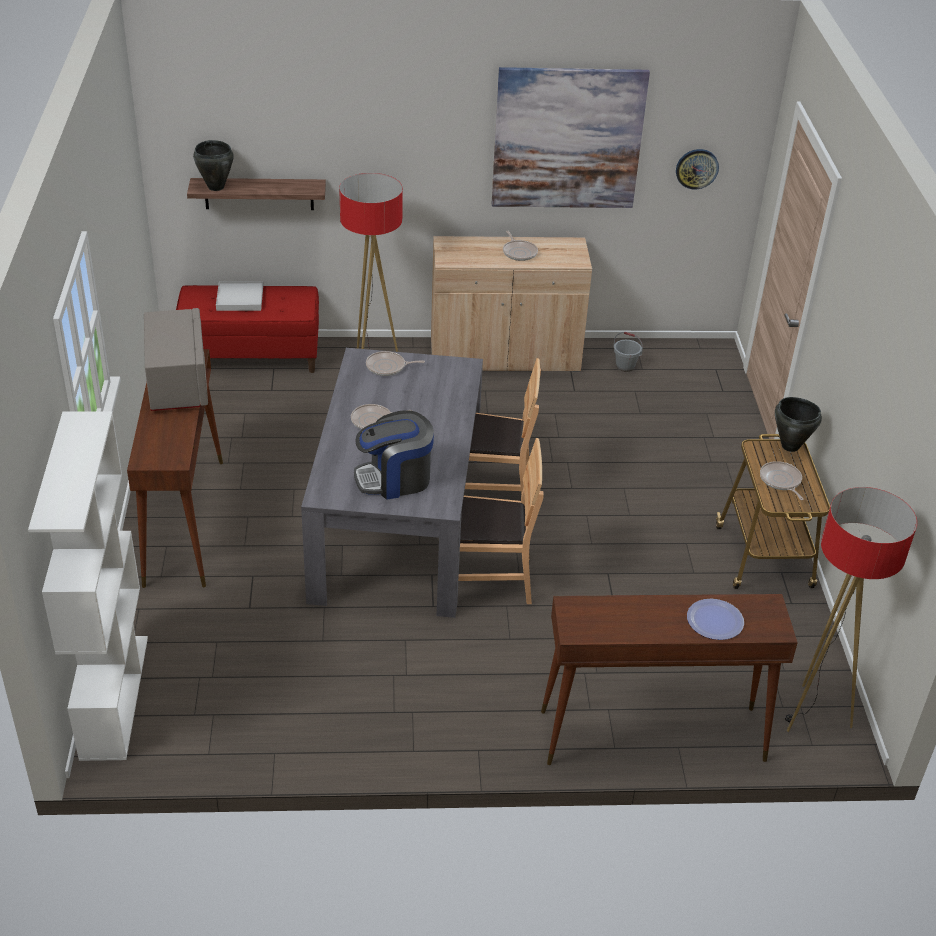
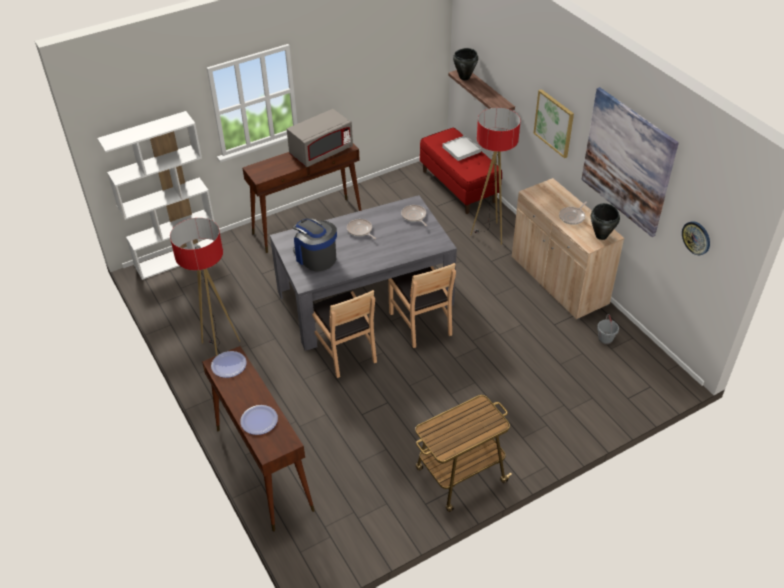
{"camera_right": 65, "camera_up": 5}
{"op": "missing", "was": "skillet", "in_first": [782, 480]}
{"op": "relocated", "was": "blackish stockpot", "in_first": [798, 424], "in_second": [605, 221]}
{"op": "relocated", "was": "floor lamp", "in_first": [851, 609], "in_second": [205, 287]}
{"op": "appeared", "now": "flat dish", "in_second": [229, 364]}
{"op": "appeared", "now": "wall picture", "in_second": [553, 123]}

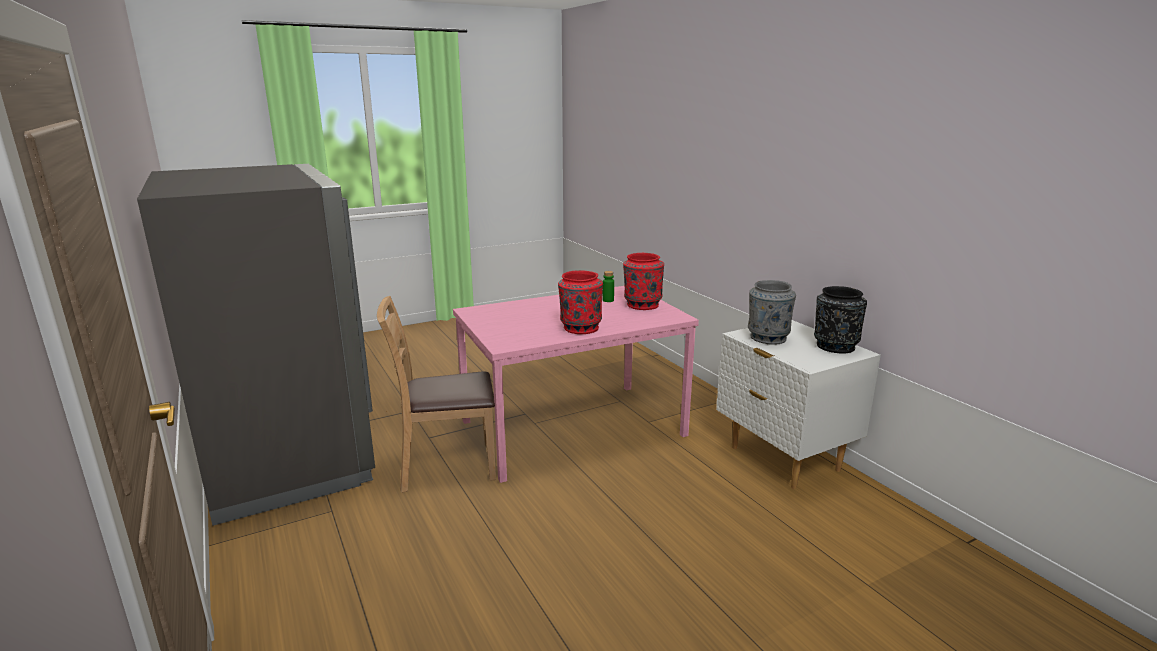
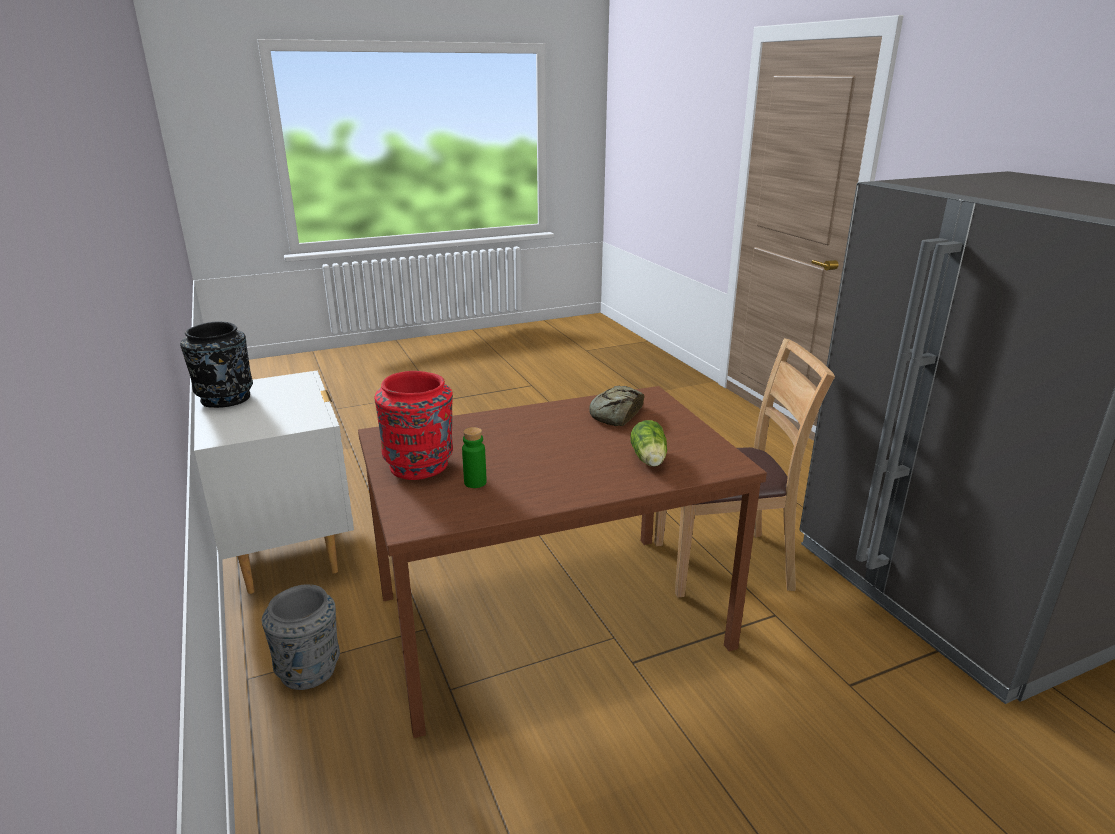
{"camera_right": -175, "camera_up": 5}
{"op": "colour", "was": "pinkish dining table", "now": "brownish dining table", "in_first": [576, 384], "in_second": [562, 562]}
{"op": "missing", "was": "red decorative vase", "in_first": [580, 302]}
{"op": "relocated", "was": "gray decorative vase", "in_first": [772, 312], "in_second": [301, 637]}
{"op": "appeared", "now": "baked bread", "in_second": [617, 406]}
{"op": "appeared", "now": "lettuce", "in_second": [649, 443]}

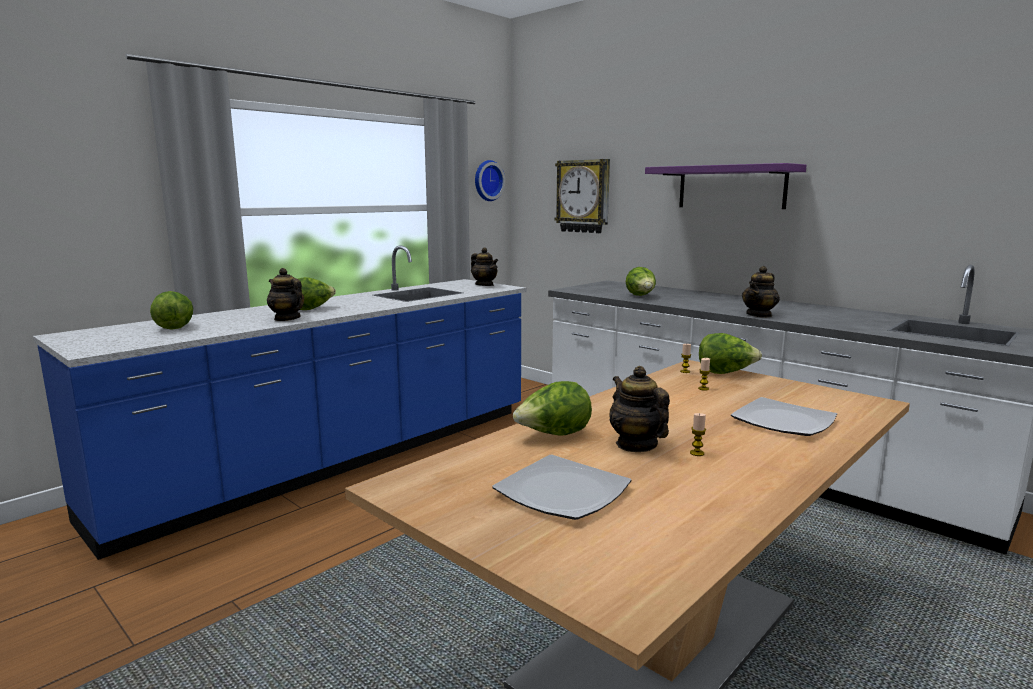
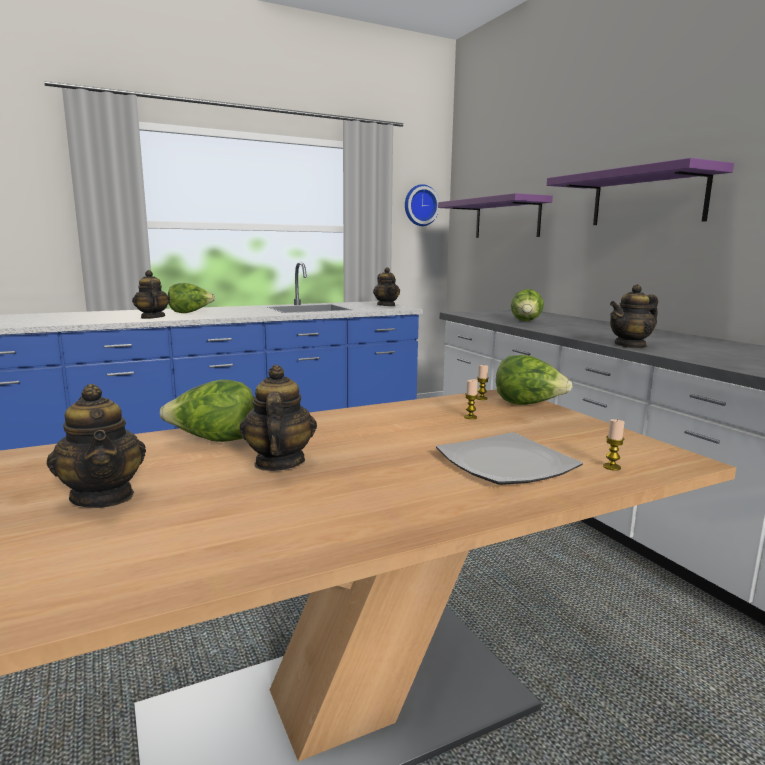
{"camera_right": 20, "camera_up": 0}
{"op": "missing", "was": "lettuce", "in_first": [171, 310]}
{"op": "exchanged", "was": "flat dish", "now": "pot for tea", "in_first": [561, 487], "in_second": [96, 446]}
{"op": "exchanged", "was": "hanging clock", "now": "purple-coloured wall shelf", "in_first": [582, 196], "in_second": [495, 215]}
{"op": "relocated", "was": "candle", "in_first": [698, 434], "in_second": [613, 445]}

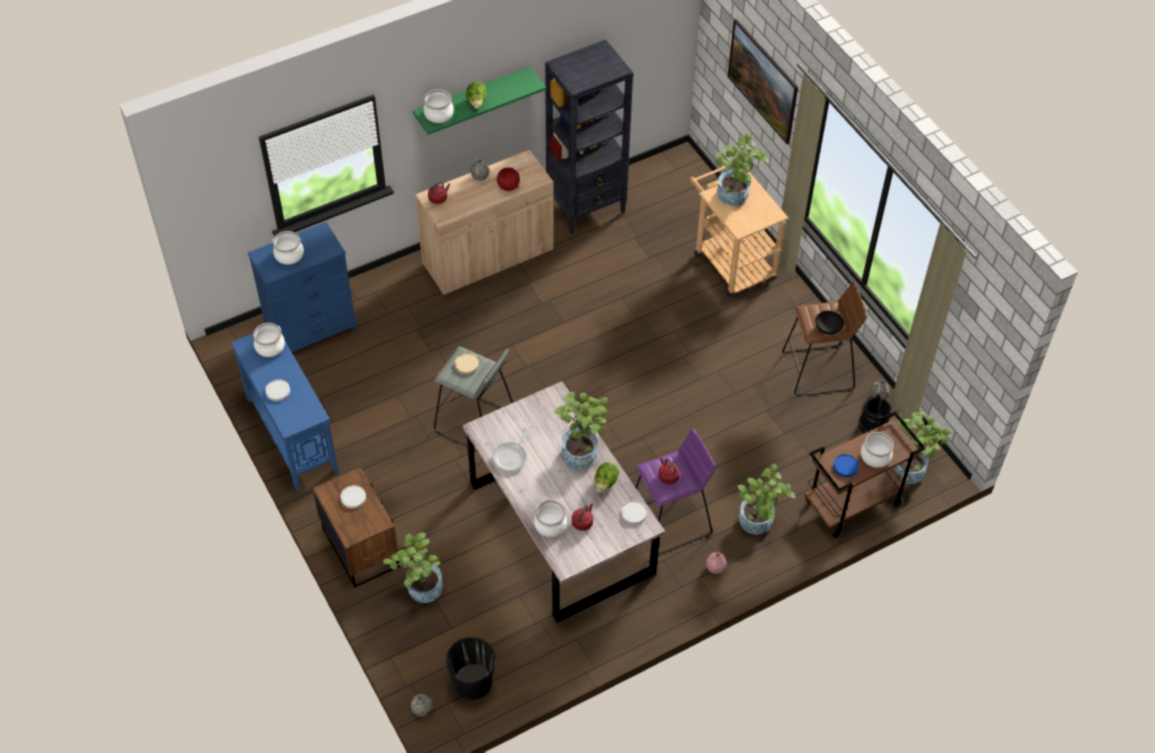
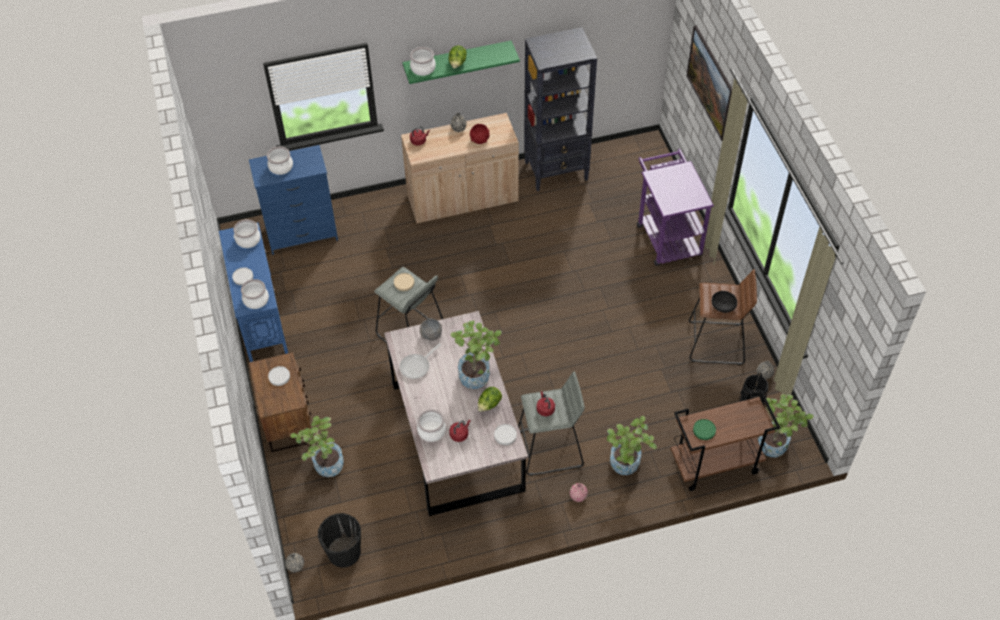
{"camera_right": 15, "camera_up": 0}
{"op": "colour", "was": "purple-coloured stool", "now": "gray stool", "in_first": [675, 491], "in_second": [551, 423]}
{"op": "colour", "was": "sand-coloured wheeled cart", "now": "purple-coloured wheeled cart", "in_first": [739, 228], "in_second": [675, 207]}
{"op": "missing", "was": "plant in a pot", "in_first": [742, 169]}
{"op": "colour", "was": "bluish flat dish", "now": "greenish flat dish", "in_first": [846, 465], "in_second": [704, 429]}
{"op": "relocated", "was": "stockpot", "in_first": [877, 450], "in_second": [255, 294]}
{"op": "appeared", "now": "gray serving bowl", "in_second": [431, 329]}

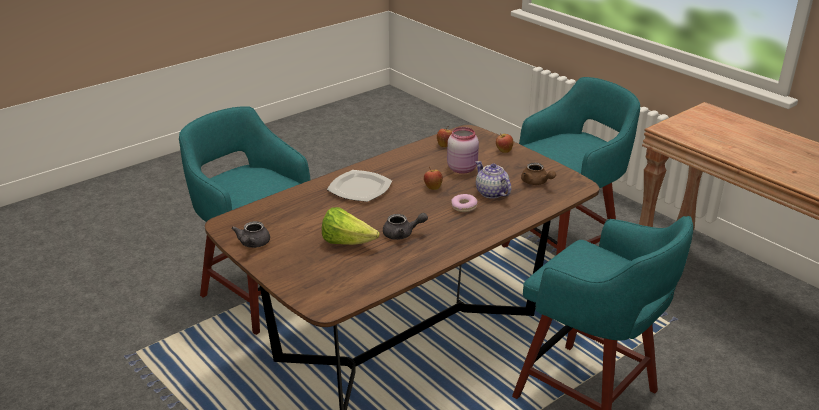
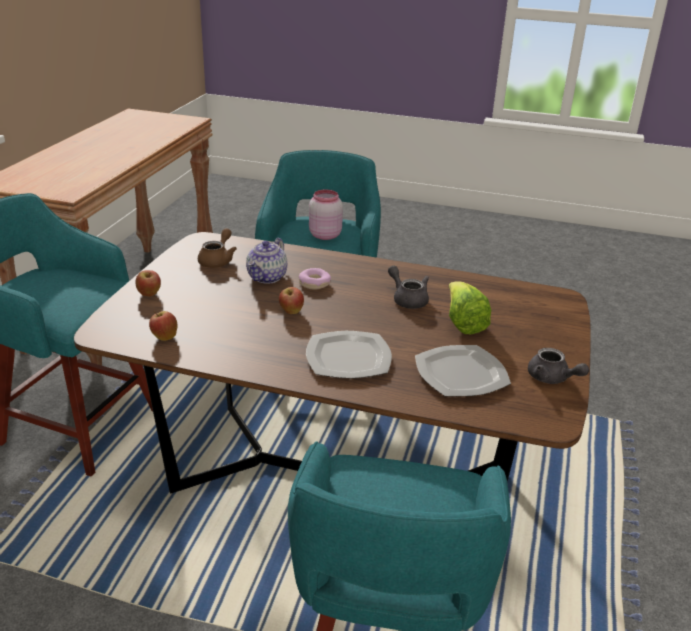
{"camera_right": -125, "camera_up": 0}
{"op": "spun", "was": "gray pot for tea", "in_first": [250, 234], "in_second": [558, 366], "clockwise": 75}
{"op": "relocated", "was": "pinkish preserve jar", "in_first": [463, 150], "in_second": [326, 215]}
{"op": "appeared", "now": "flat dish", "in_second": [463, 370]}

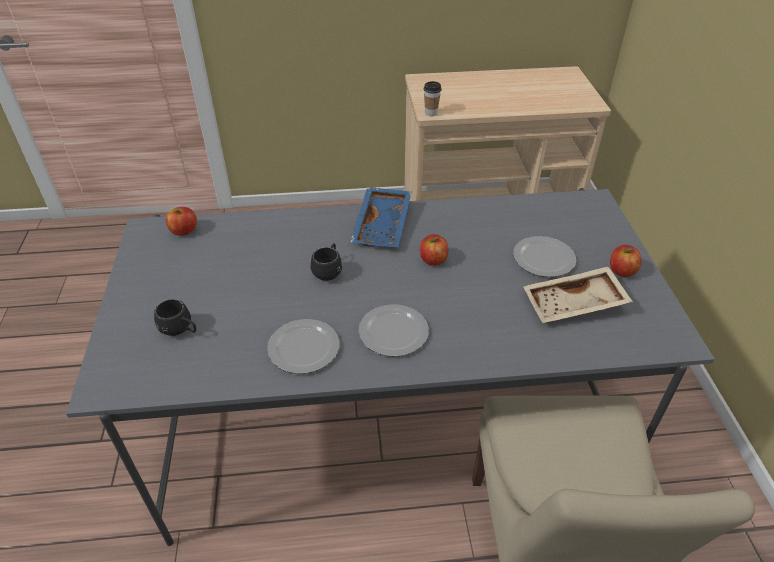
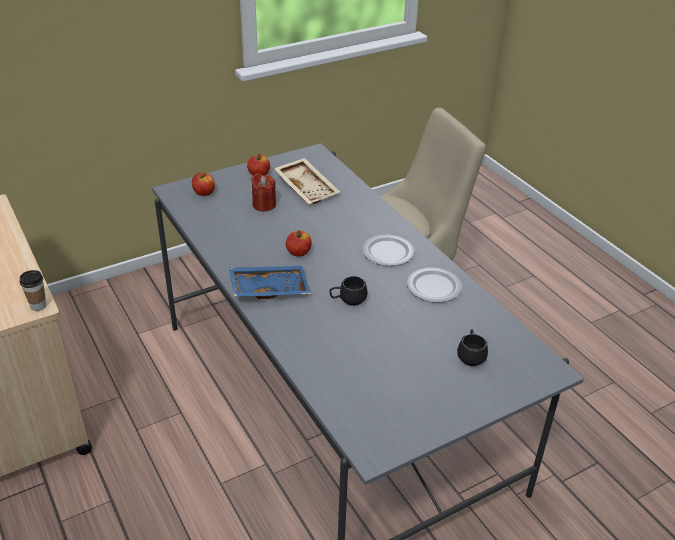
{"camera_right": -115, "camera_up": -5}
{"op": "relocated", "was": "whole apple", "in_first": [181, 221], "in_second": [203, 184]}
{"op": "exchanged", "was": "flat dish", "now": "red candle", "in_first": [544, 256], "in_second": [263, 192]}

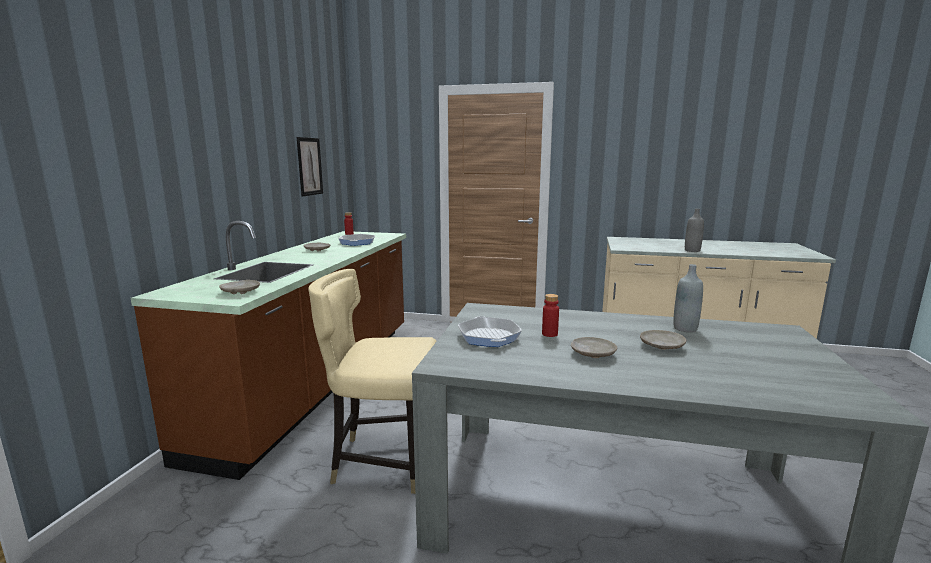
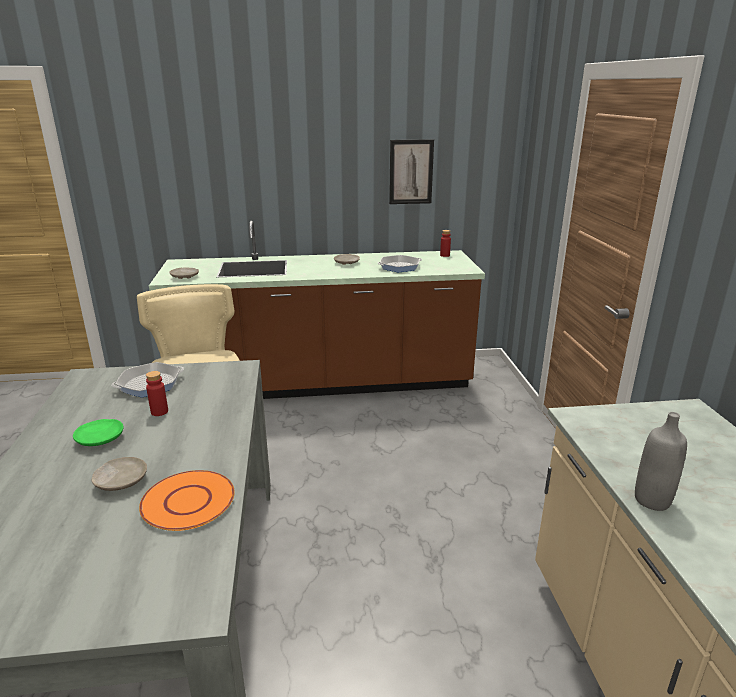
{"camera_right": 70, "camera_up": 10}
{"op": "colour", "was": "sand-coloured flat dish", "now": "greenish flat dish", "in_first": [594, 347], "in_second": [98, 432]}
{"op": "exchanged", "was": "gray drink bottle", "now": "orangey flat dish", "in_first": [688, 298], "in_second": [187, 500]}

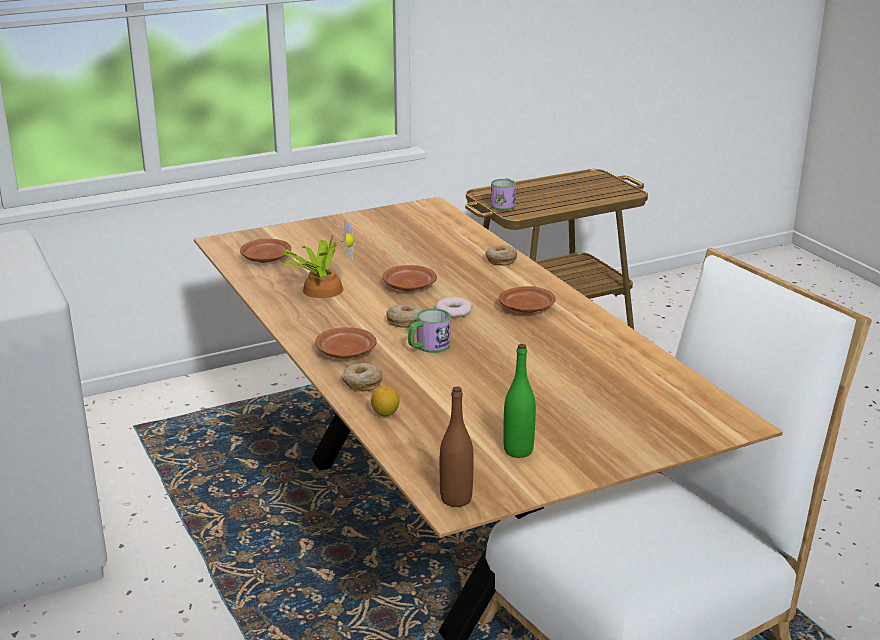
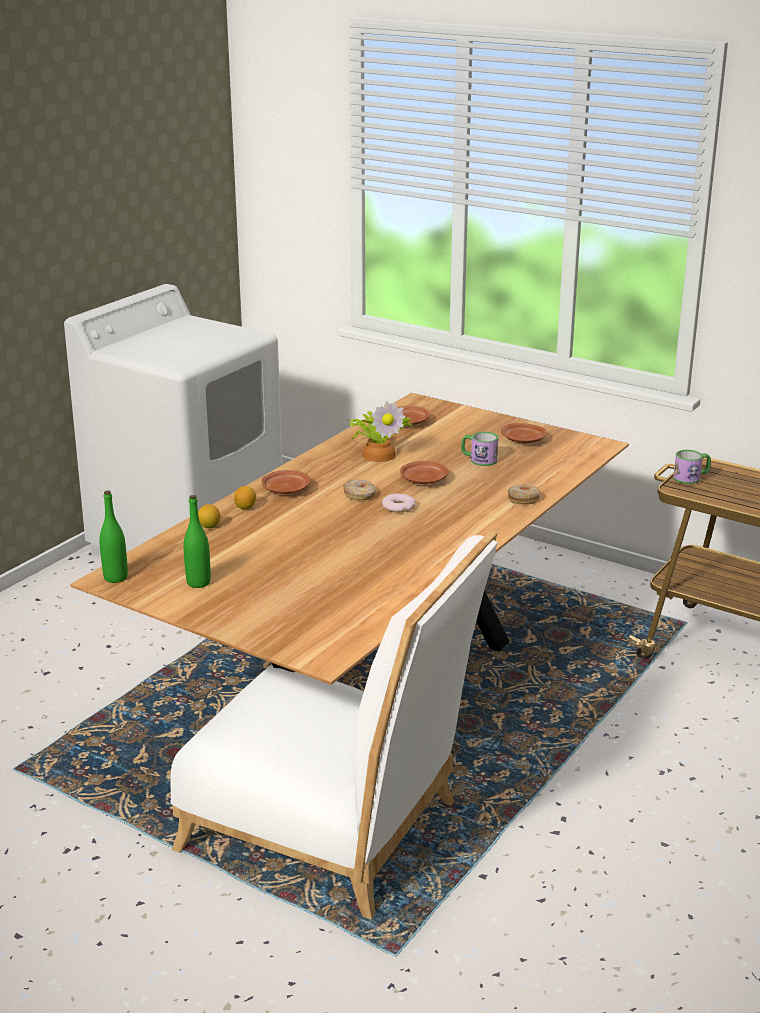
{"camera_right": 60, "camera_up": 0}
{"op": "exchanged", "was": "donut", "now": "citrus fruit", "in_first": [362, 377], "in_second": [245, 498]}
{"op": "relocated", "was": "coffee mug", "in_first": [429, 330], "in_second": [479, 449]}
{"op": "colour", "was": "brownish drink bottle", "now": "greenish drink bottle", "in_first": [457, 446], "in_second": [113, 536]}
{"op": "relocated", "was": "brownish flat dish", "in_first": [527, 299], "in_second": [524, 433]}

